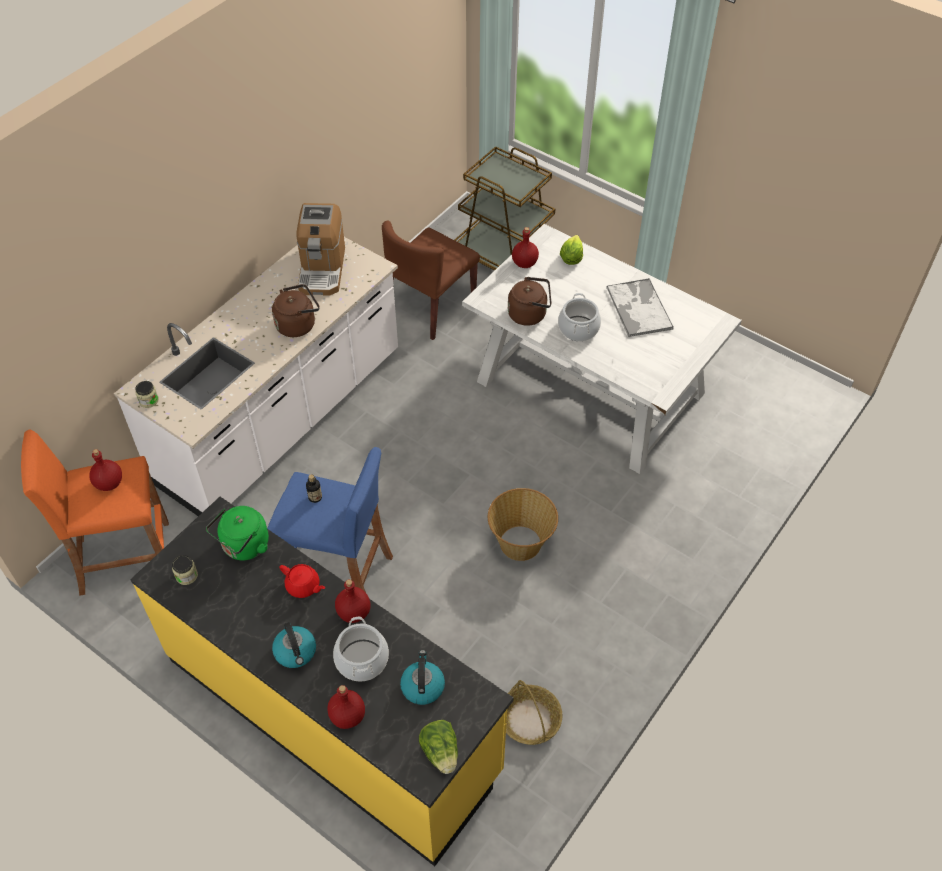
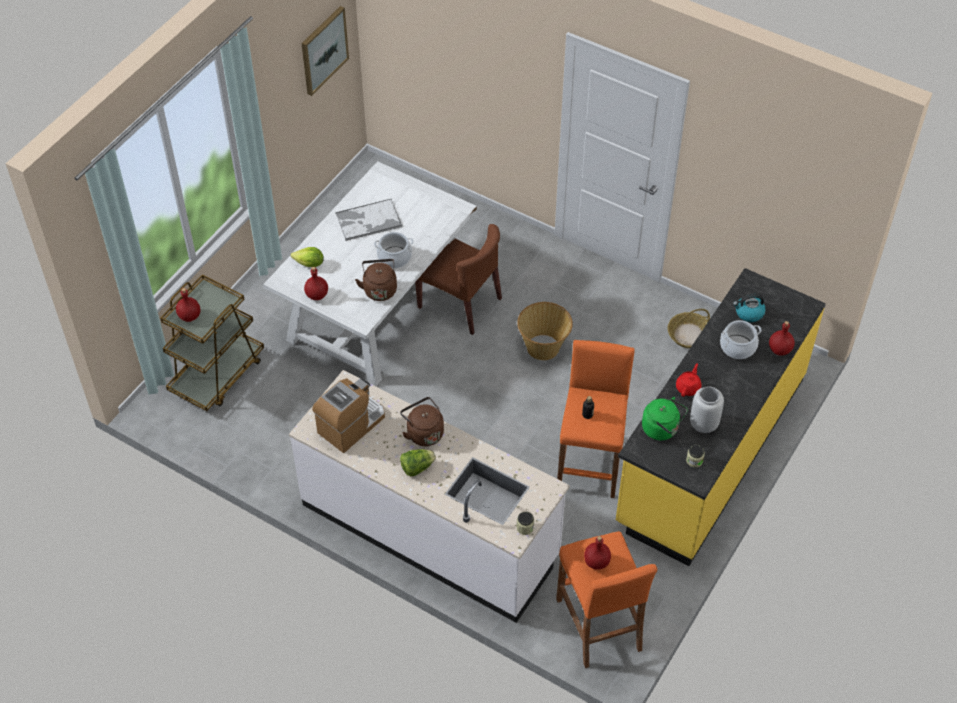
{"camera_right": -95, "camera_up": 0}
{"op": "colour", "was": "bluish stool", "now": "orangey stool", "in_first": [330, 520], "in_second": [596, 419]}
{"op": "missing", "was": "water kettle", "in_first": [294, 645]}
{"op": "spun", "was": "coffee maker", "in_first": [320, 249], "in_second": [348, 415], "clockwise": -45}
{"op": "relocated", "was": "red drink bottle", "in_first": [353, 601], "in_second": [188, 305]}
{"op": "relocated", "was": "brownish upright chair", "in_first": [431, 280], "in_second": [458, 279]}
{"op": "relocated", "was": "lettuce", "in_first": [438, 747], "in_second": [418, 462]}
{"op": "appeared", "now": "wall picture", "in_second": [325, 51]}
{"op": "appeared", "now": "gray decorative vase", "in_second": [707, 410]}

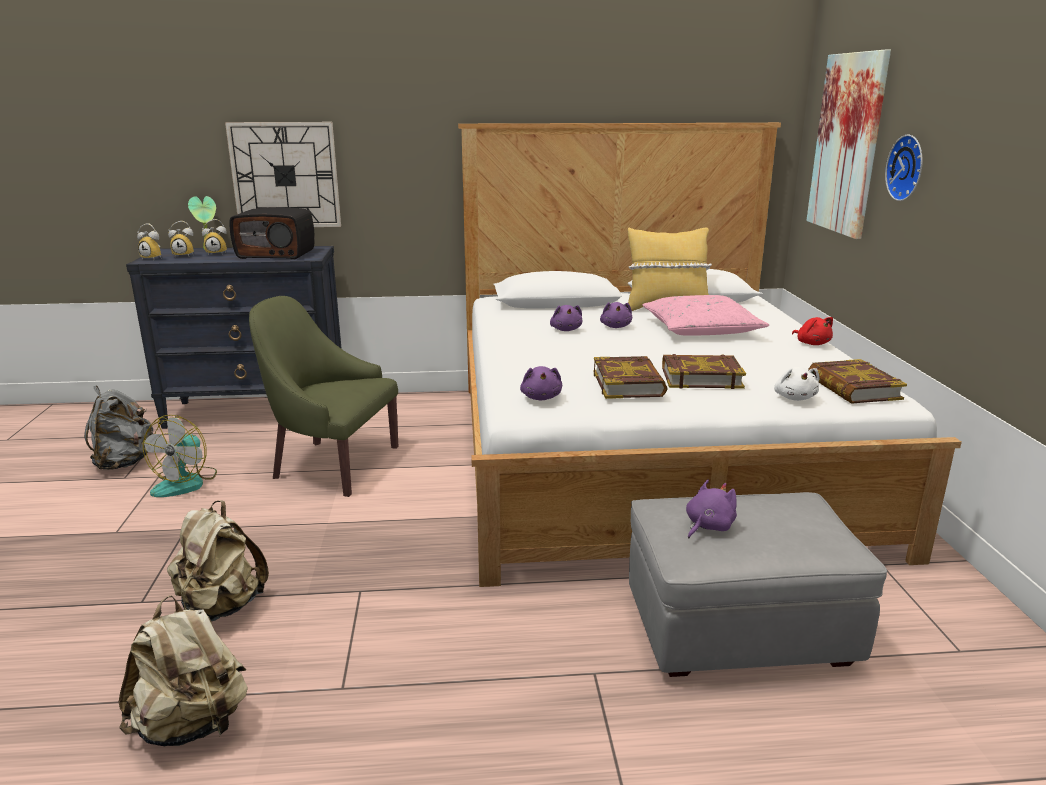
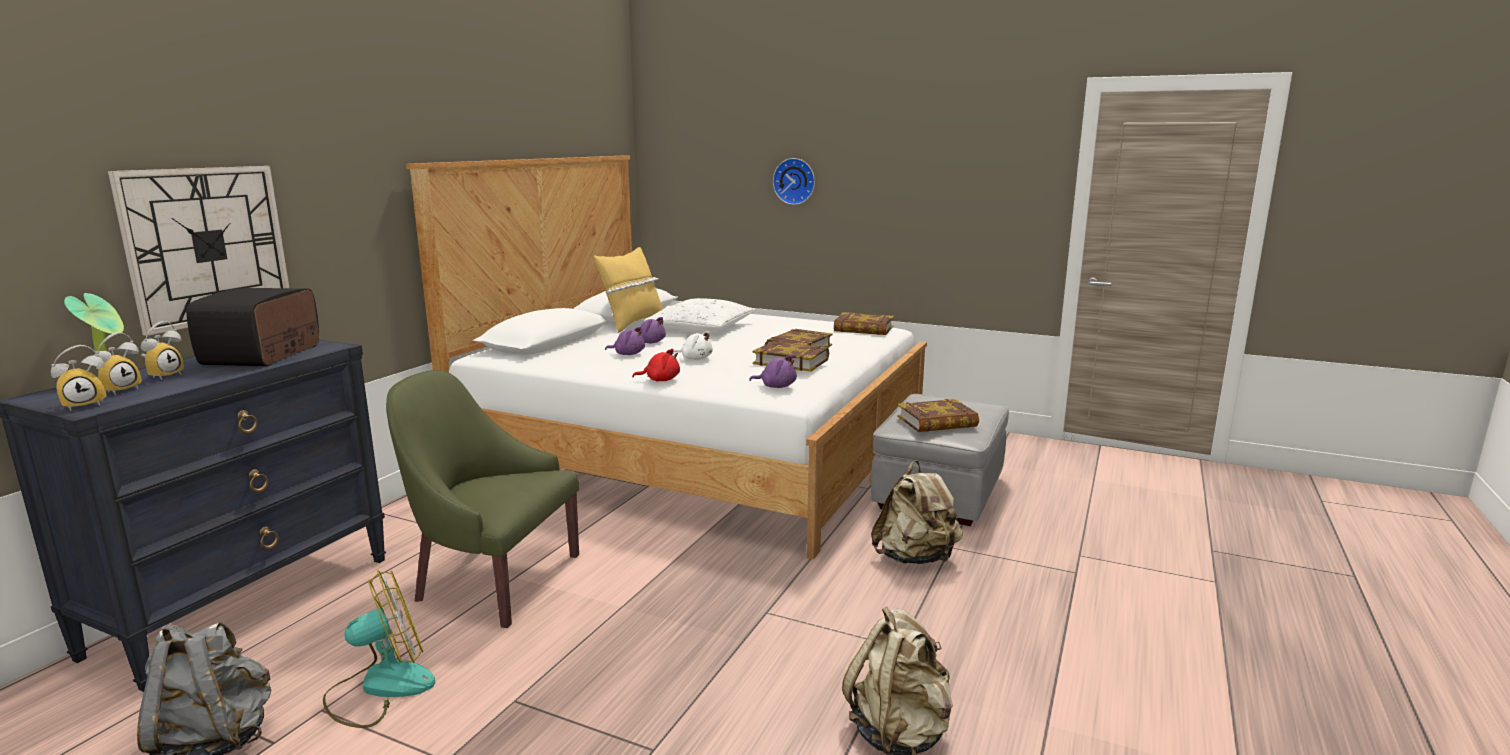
{"camera_right": -60, "camera_up": -5}
{"op": "spun", "was": "fan", "in_first": [180, 456], "in_second": [379, 649], "clockwise": -75}
{"op": "relocated", "was": "sand-coloured knapsack", "in_first": [218, 560], "in_second": [917, 512]}
{"op": "spun", "was": "radio receiver", "in_first": [272, 233], "in_second": [252, 327], "clockwise": 150}
{"op": "spun", "was": "greenish lounge chair", "in_first": [323, 396], "in_second": [482, 499], "clockwise": 60}
{"op": "colour", "was": "pinkish throw pillow", "now": "white throw pillow", "in_first": [705, 315], "in_second": [699, 315]}
{"op": "exchanged", "was": "purple-coloured plush toy", "now": "volume", "in_first": [711, 509], "in_second": [938, 415]}
{"op": "relocated", "was": "white plush toy", "in_first": [797, 384], "in_second": [693, 345]}
{"op": "relocated", "was": "red plush toy", "in_first": [812, 331], "in_second": [656, 365]}
{"op": "missing", "was": "wall picture", "in_first": [848, 144]}

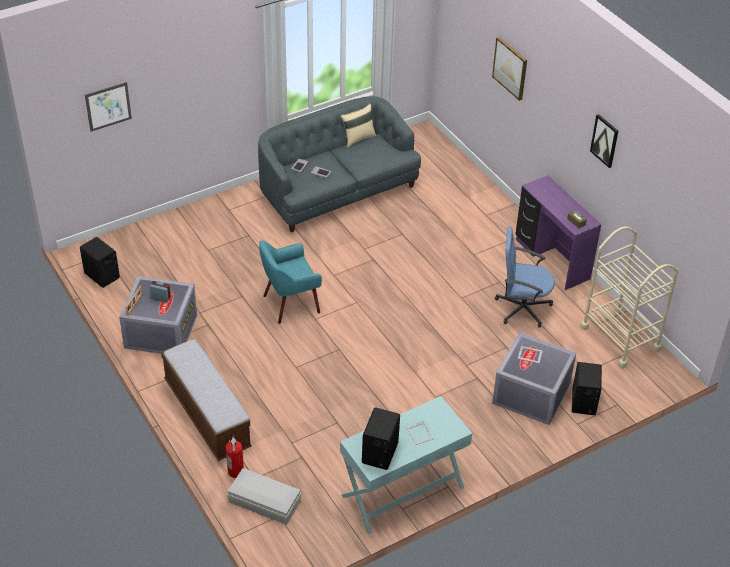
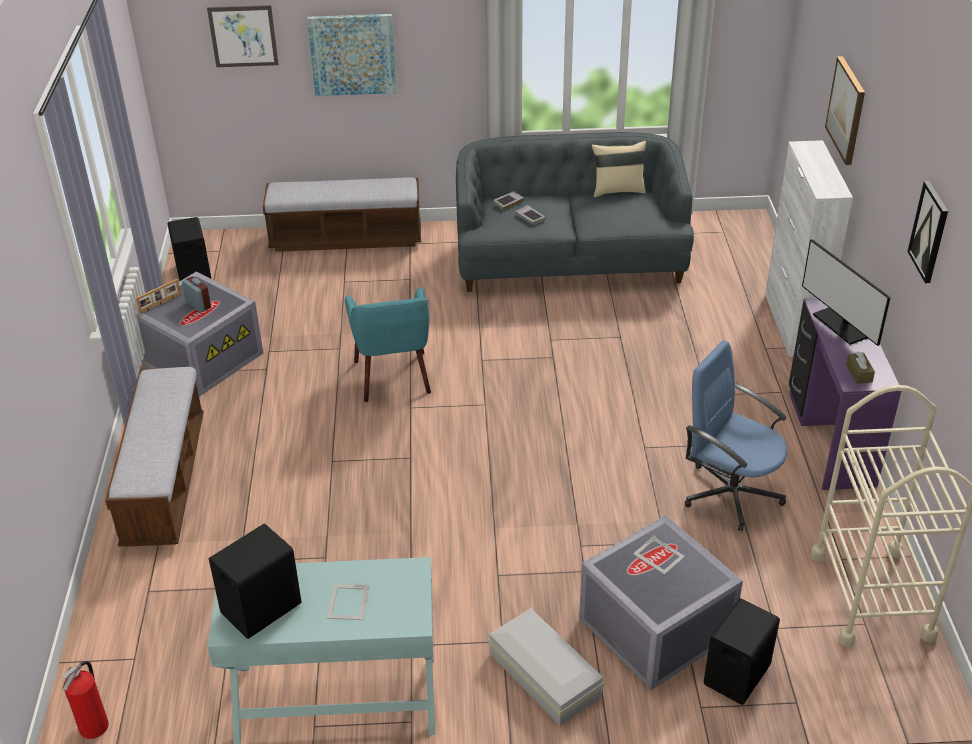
{"camera_right": 30, "camera_up": -5}
{"op": "relocated", "was": "fire extinguisher", "in_first": [235, 456], "in_second": [85, 700]}
{"op": "relocated", "was": "white storage bin", "in_first": [264, 496], "in_second": [546, 667]}
{"op": "spun", "was": "turquoise-coloured lounge chair", "in_first": [290, 282], "in_second": [388, 344], "clockwise": -105}
{"op": "appeared", "now": "indoor bench", "in_second": [342, 214]}
{"op": "appeared", "now": "wall picture", "in_second": [351, 55]}
{"op": "appeared", "now": "white cupboard", "in_second": [809, 248]}
{"op": "appeared", "now": "computer screen", "in_second": [846, 292]}

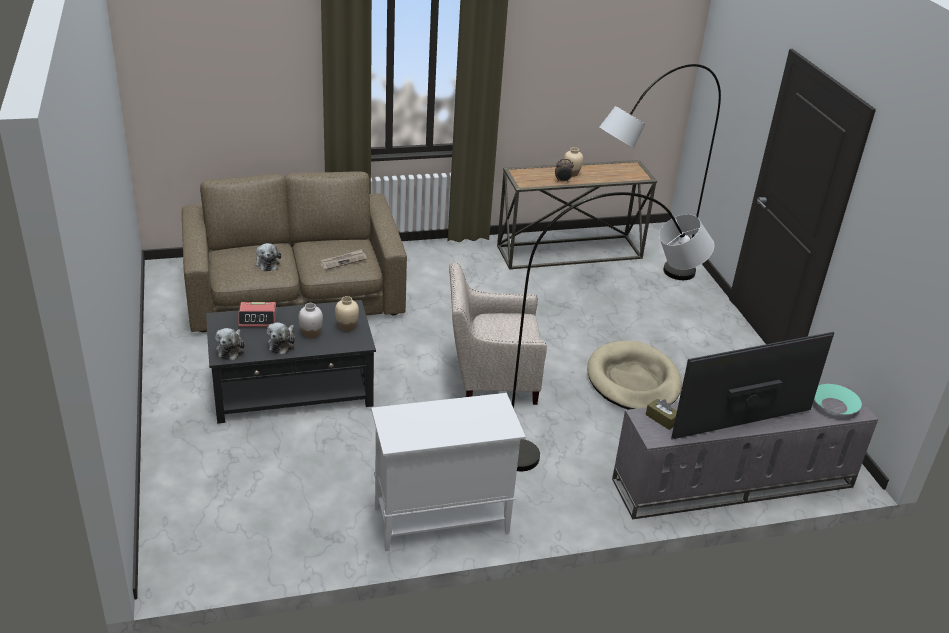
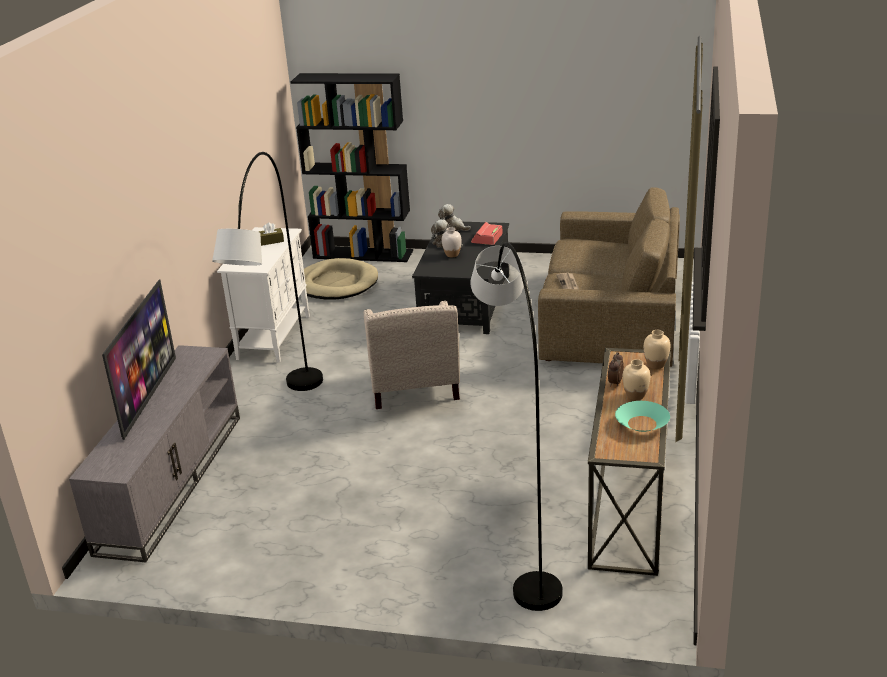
{"camera_right": 120, "camera_up": -5}
{"op": "missing", "was": "plush toy", "in_first": [267, 257]}
{"op": "relocated", "was": "sand-coloured decorative vase", "in_first": [347, 313], "in_second": [657, 349]}
{"op": "spun", "was": "sand-coloured lounge chair", "in_first": [498, 333], "in_second": [412, 355], "clockwise": 150}
{"op": "relocated", "was": "sand-coloured pet bed", "in_first": [634, 375], "in_second": [341, 279]}
{"op": "relocated", "was": "brownish box of tissues", "in_first": [661, 414], "in_second": [271, 234]}
{"op": "relocated", "was": "turquoise-coloured serving bowl", "in_first": [838, 399], "in_second": [642, 416]}
{"op": "appeared", "now": "blackish bookshelf", "in_second": [352, 167]}

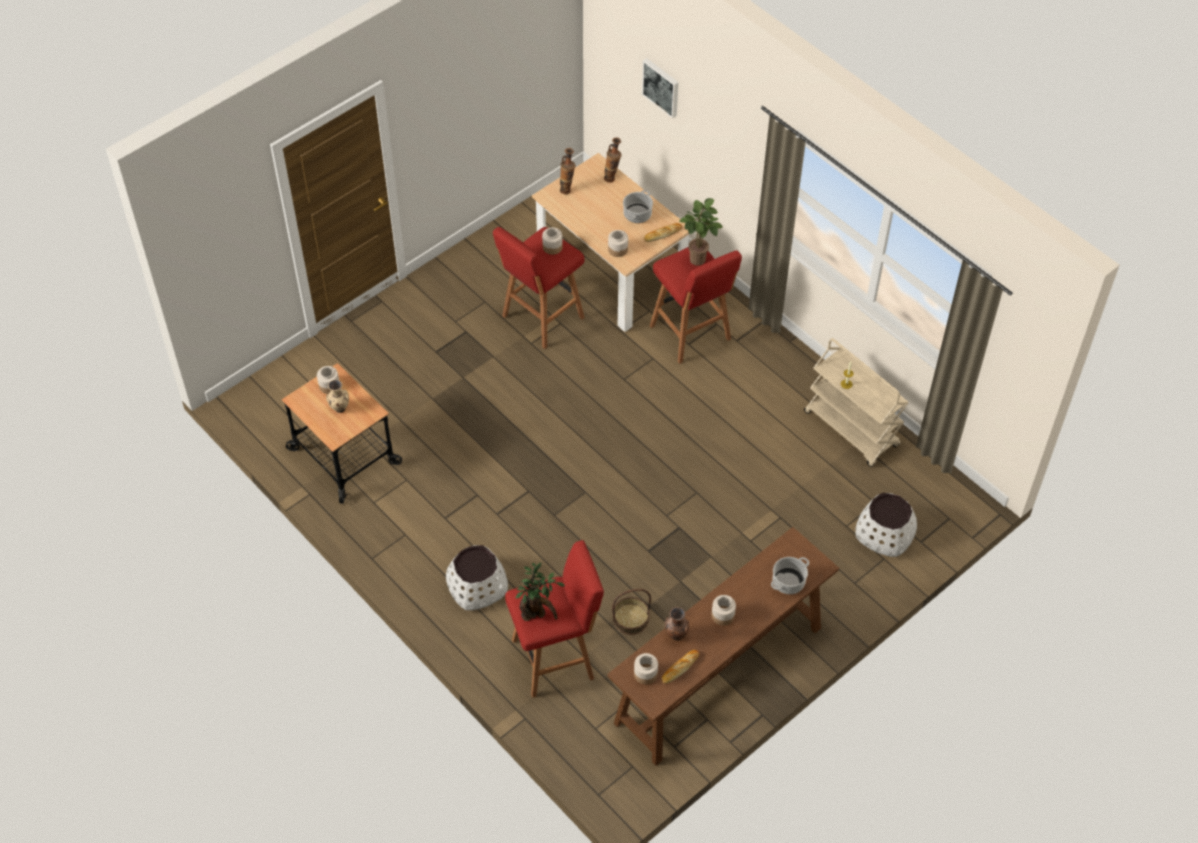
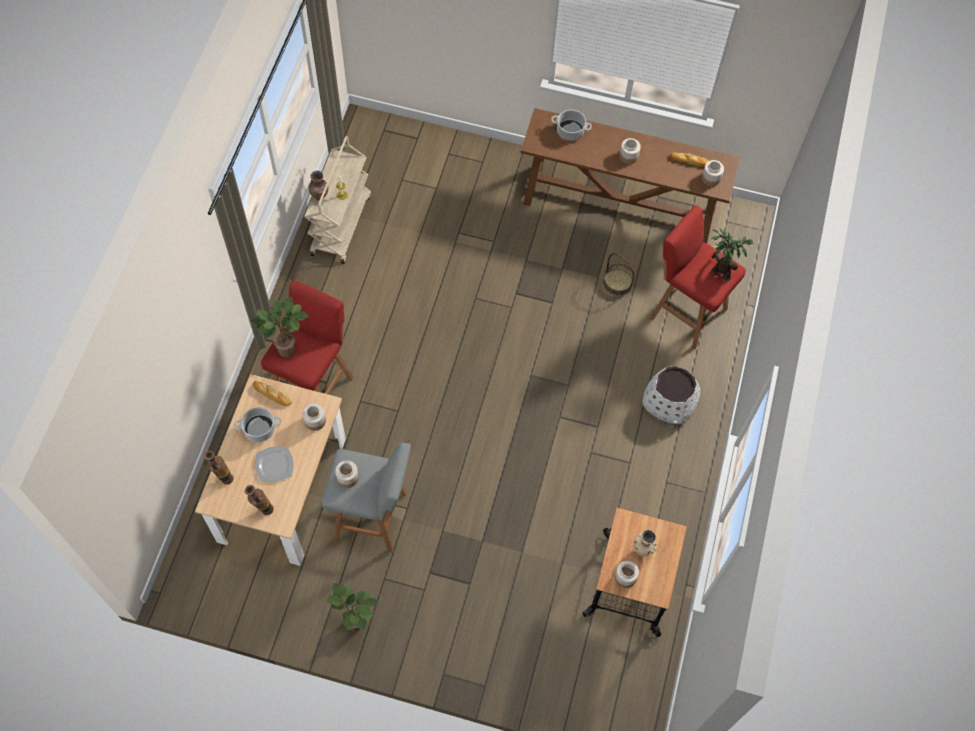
{"camera_right": -125, "camera_up": 10}
{"op": "colour", "was": "red stool", "now": "gray stool", "in_first": [539, 288], "in_second": [366, 498]}
{"op": "missing", "was": "wall picture", "in_first": [660, 88]}
{"op": "relocated", "was": "brownish decorative vase", "in_first": [677, 623], "in_second": [318, 185]}
{"op": "missing", "was": "white plant pot", "in_first": [886, 524]}
{"op": "appeared", "now": "flat dish", "in_second": [274, 464]}
{"op": "appeared", "now": "plant in a pot", "in_second": [352, 607]}

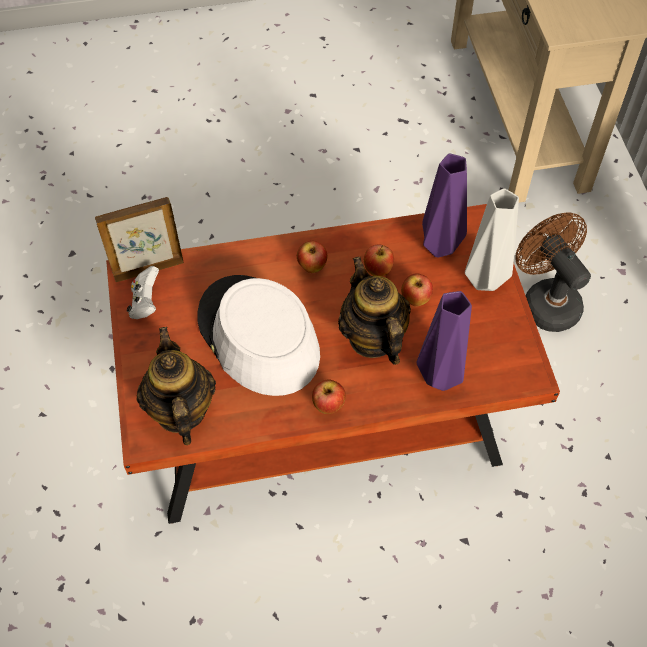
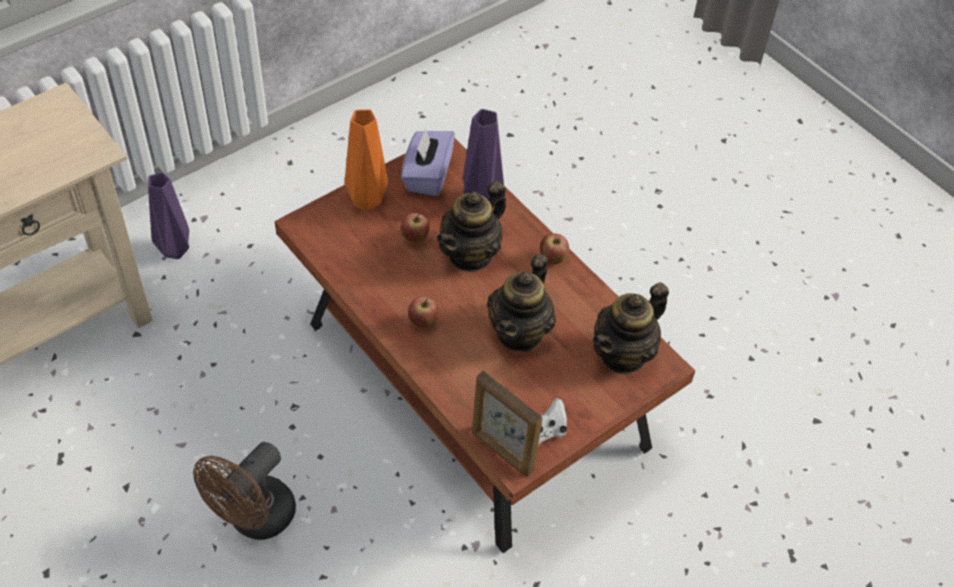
{"camera_right": -120, "camera_up": -5}
{"op": "exchanged", "was": "white clothing hat", "now": "pot for tea", "in_first": [258, 335], "in_second": [521, 303]}
{"op": "missing", "was": "whole apple", "in_first": [379, 260]}
{"op": "relocated", "was": "purple-coloured decorative vase", "in_first": [444, 206], "in_second": [168, 215]}
{"op": "colour", "was": "gray decorative vase", "now": "orangey decorative vase", "in_first": [492, 239], "in_second": [366, 160]}
{"op": "relocated", "was": "brownish fan", "in_first": [553, 272], "in_second": [244, 491]}
{"op": "appeared", "now": "purple-coloured box of tissues", "in_second": [428, 162]}

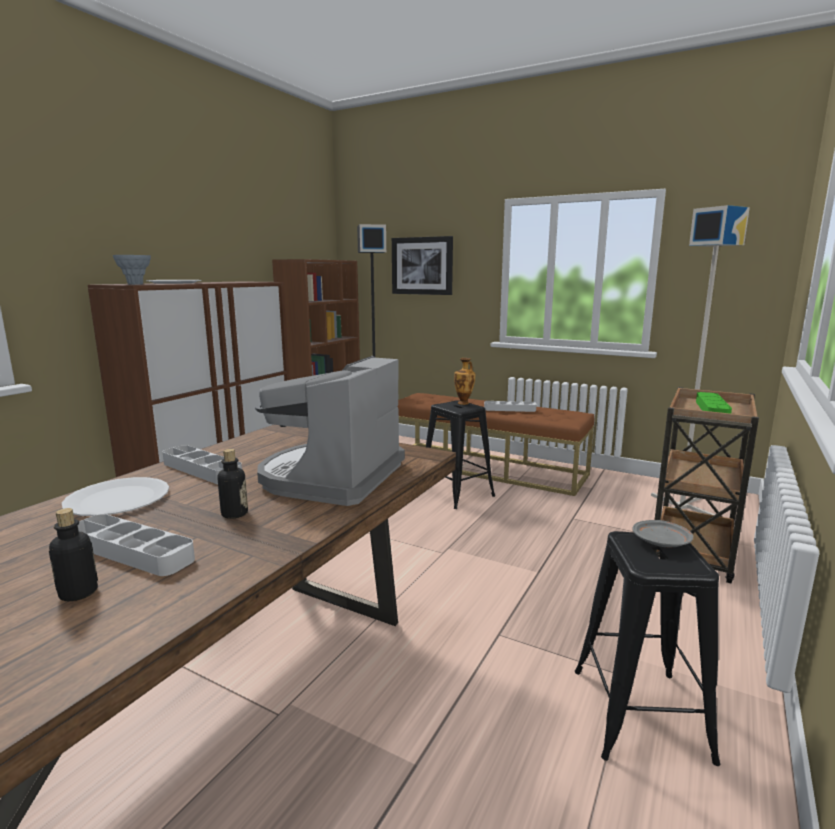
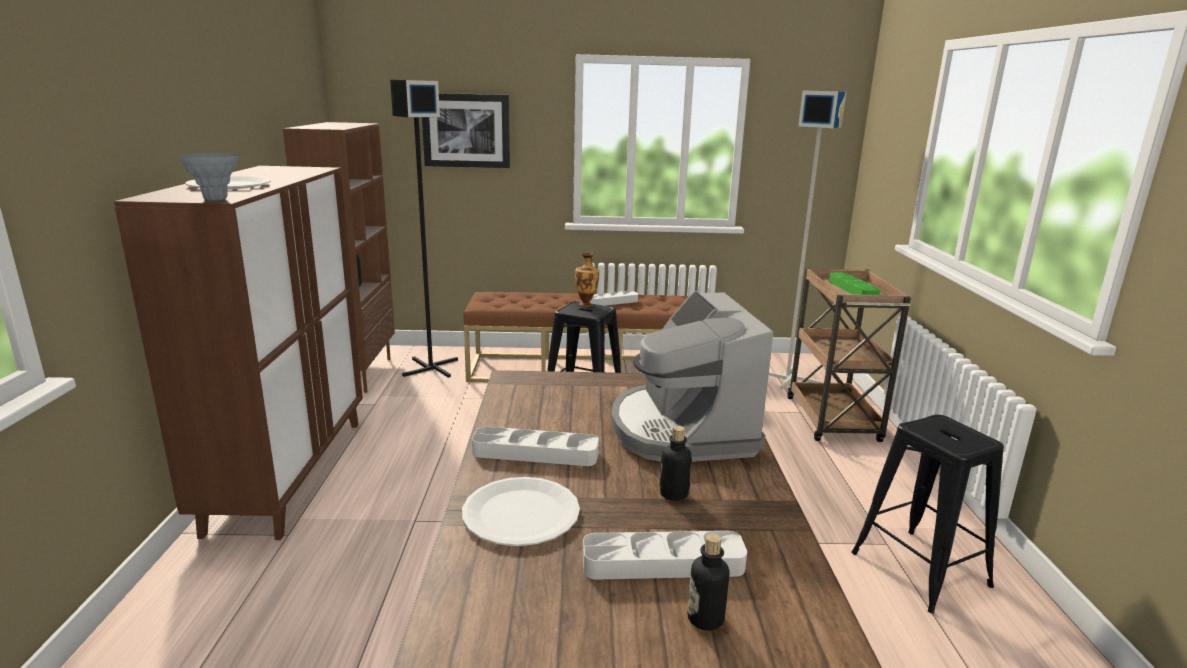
{"camera_right": -30, "camera_up": 5}
{"op": "missing", "was": "gray flat dish", "in_first": [662, 533]}

